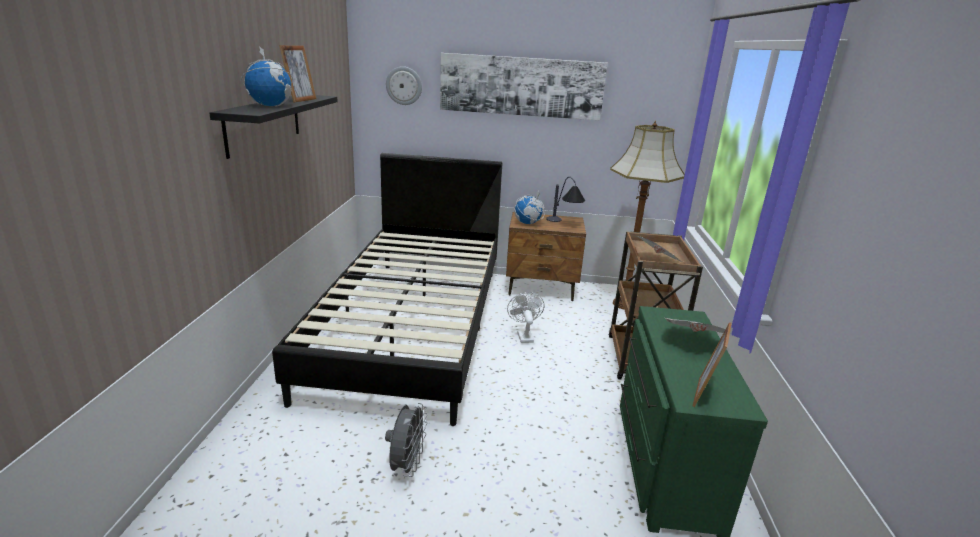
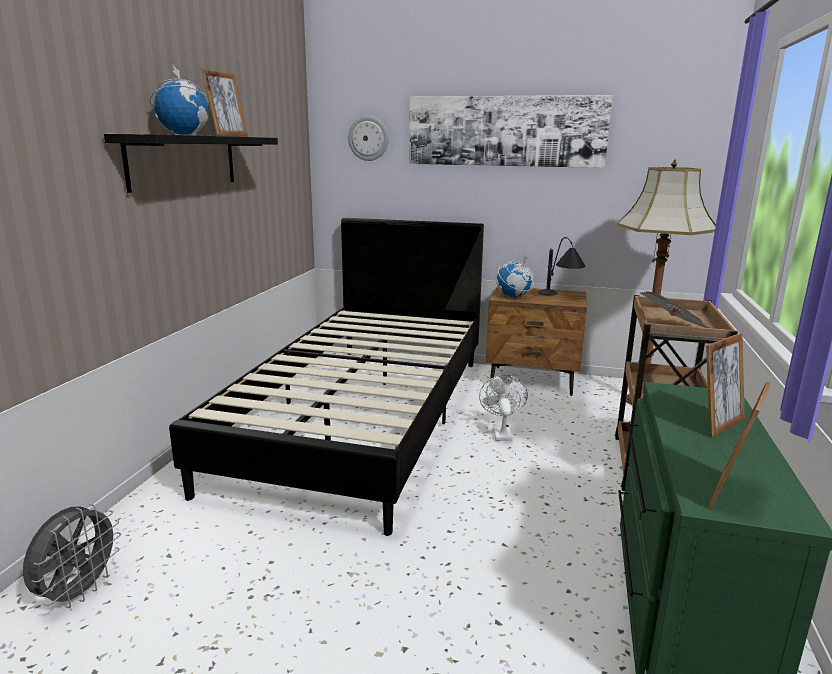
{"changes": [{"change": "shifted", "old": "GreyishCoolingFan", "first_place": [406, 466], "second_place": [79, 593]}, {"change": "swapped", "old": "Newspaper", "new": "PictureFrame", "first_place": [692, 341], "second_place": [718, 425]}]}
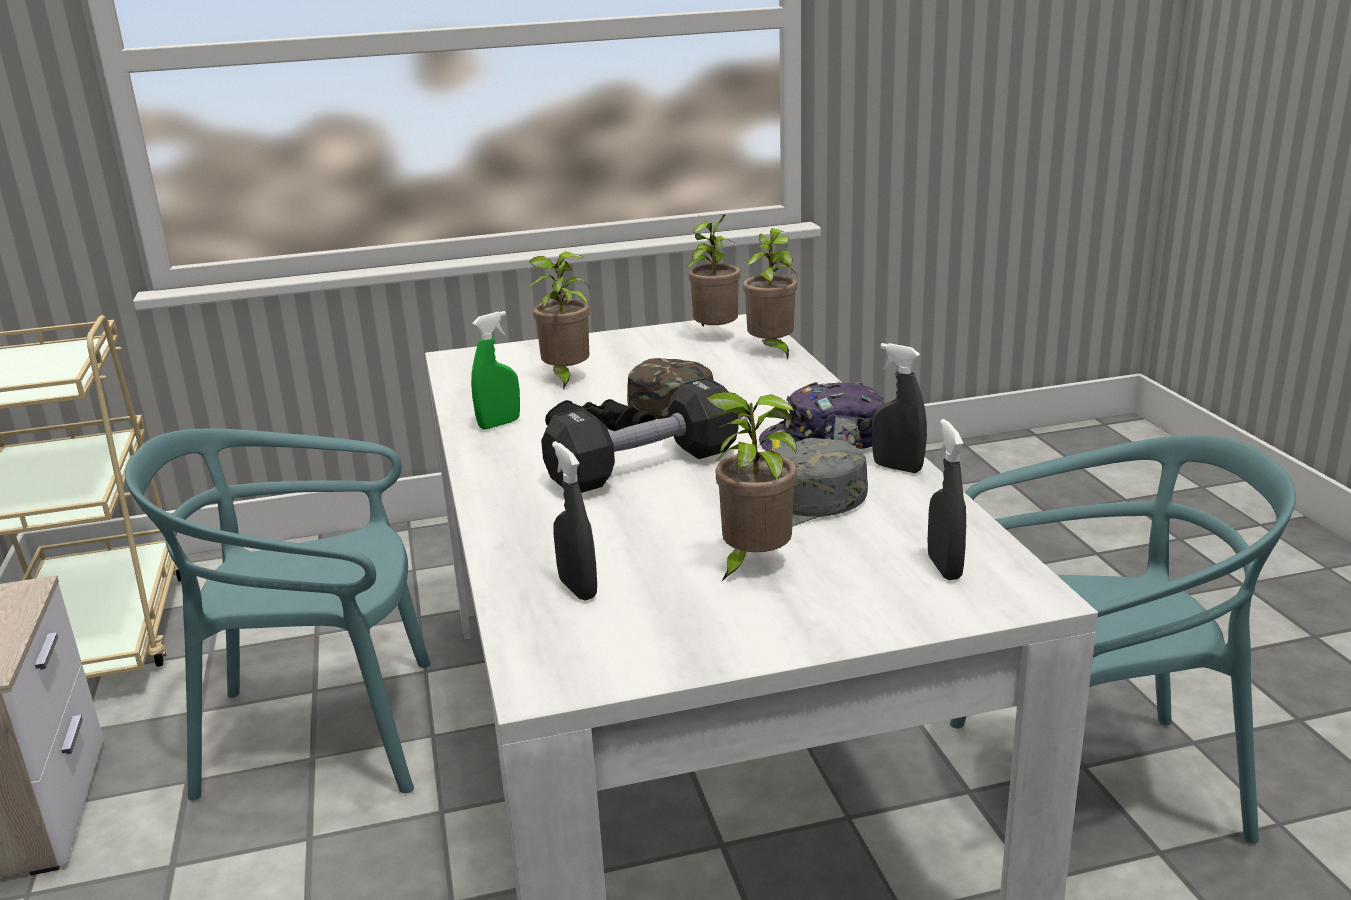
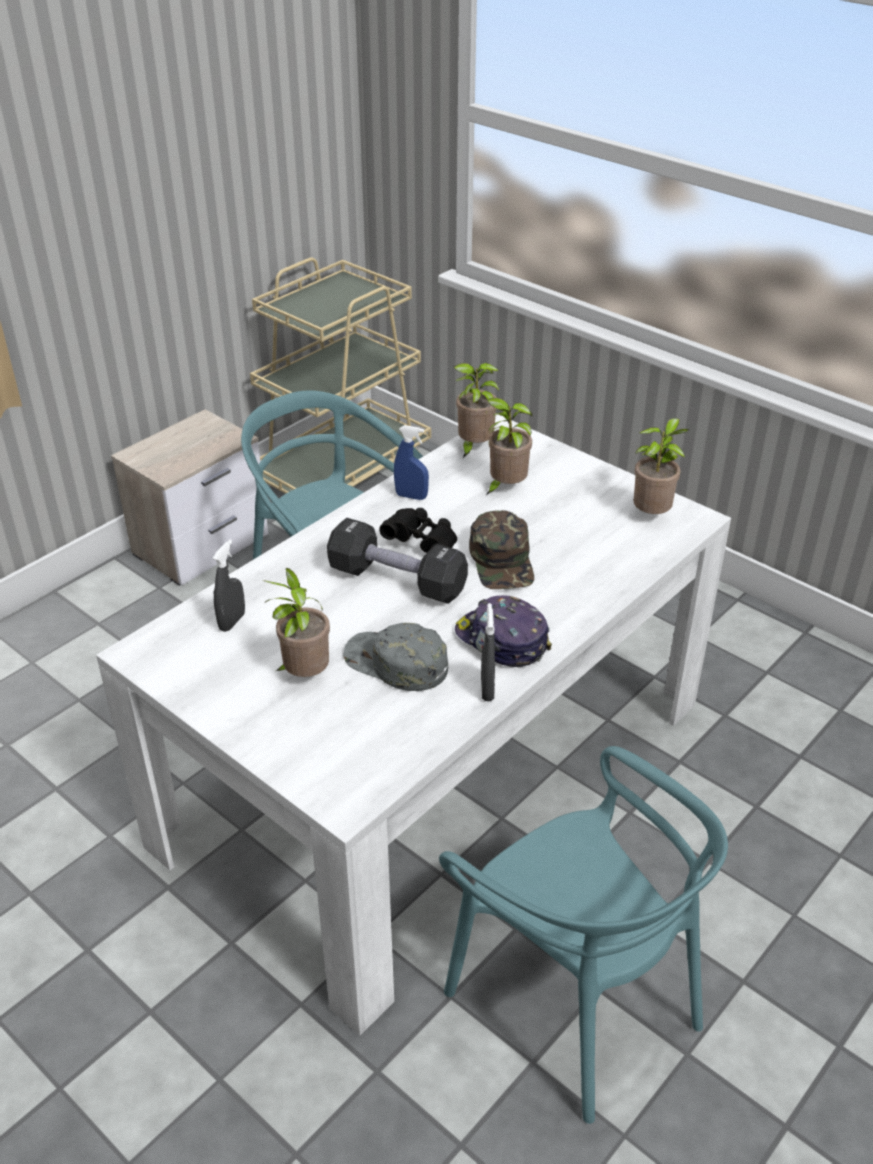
{"changes": [{"change": "repainted", "old": "GreenColouredHandSprayer", "new": "BlueHandSprayer", "first_place": [499, 424], "second_place": [411, 496]}, {"change": "shifted", "old": "PottedPlant", "first_place": [772, 351], "second_place": [473, 447]}, {"change": "gone", "old": "GreyishHandSprayer", "first_place": [944, 567]}]}
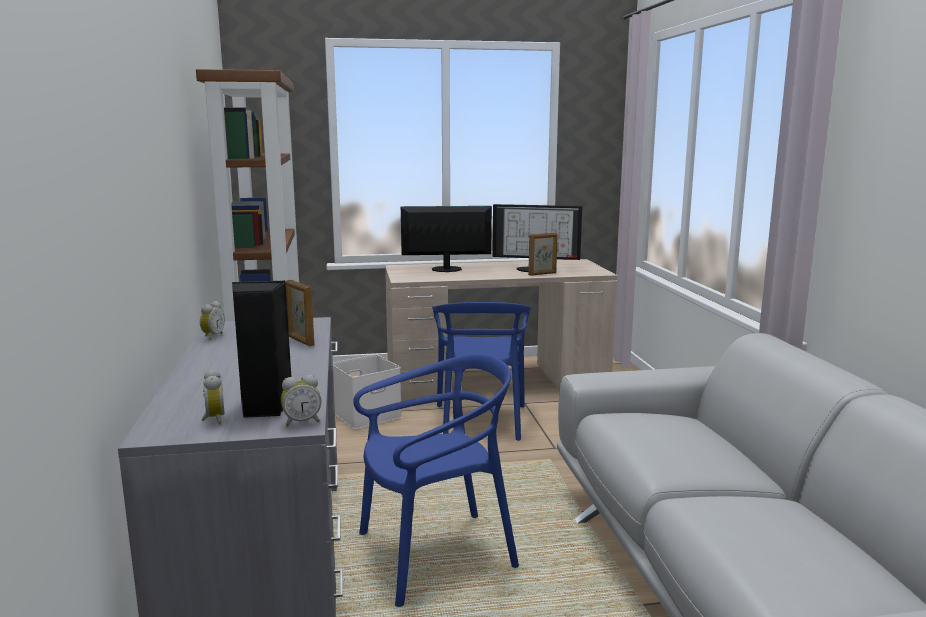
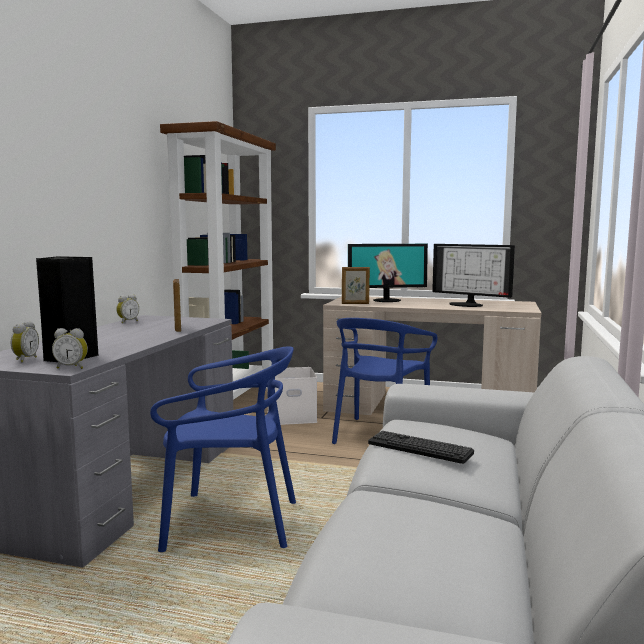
{"changes": [{"change": "shifted", "old": "PictureFrame", "first_place": [542, 274], "second_place": [355, 303]}, {"change": "rotated", "old": "ComputerDisplay", "first_place": [446, 269], "second_place": [386, 300], "degrees": 150}, {"change": "new", "new": "PcKeyboard", "second_place": [419, 448]}]}
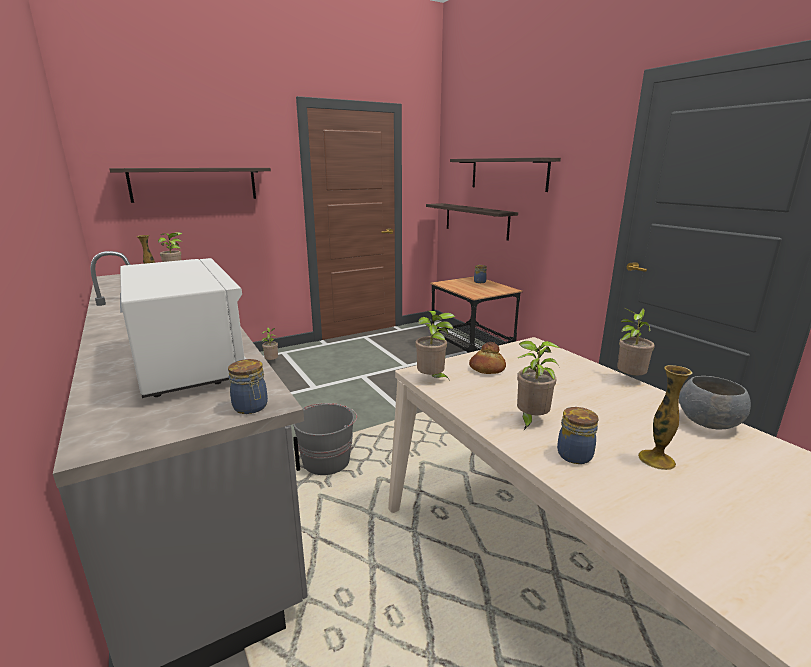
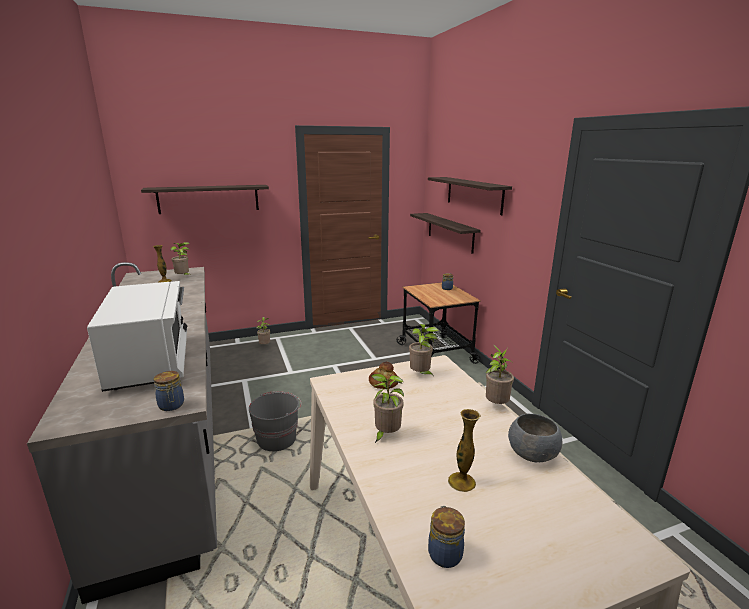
{"changes": [{"change": "shifted", "old": "PottedPlant", "first_place": [432, 380], "second_place": [421, 375]}, {"change": "shifted", "old": "StorageJar", "first_place": [573, 454], "second_place": [444, 553]}]}
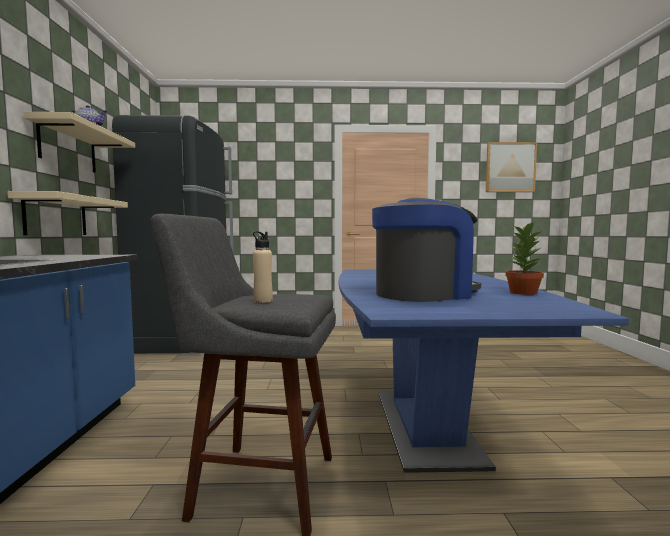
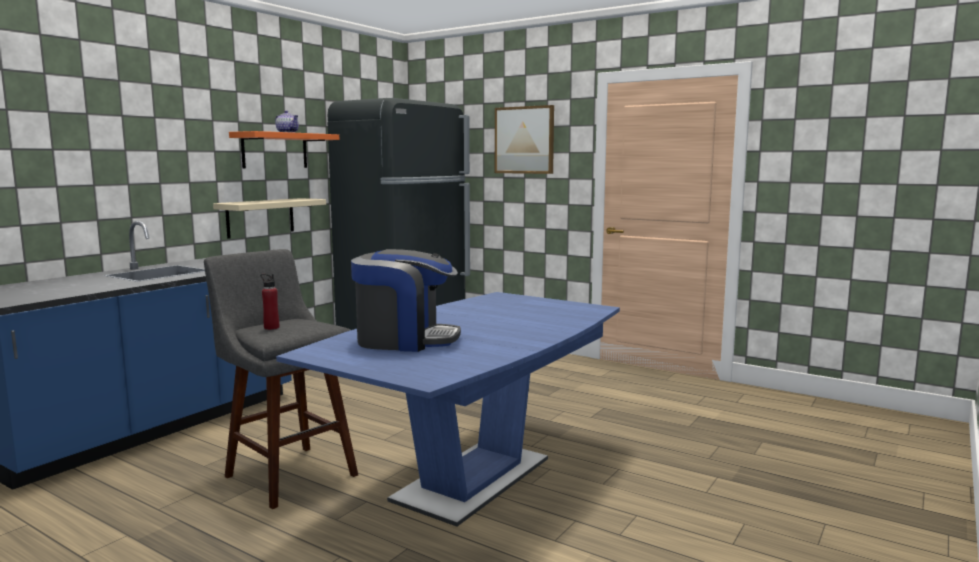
{"changes": [{"change": "repainted", "old": "SandColouredWallShelf", "new": "OrangeyWallShelf", "first_place": [68, 147], "second_place": [275, 150]}, {"change": "repainted", "old": "SandColouredBeverageBottle", "new": "RedColouredBeverageBottle", "first_place": [263, 301], "second_place": [271, 327]}, {"change": "shifted", "old": "Picture", "first_place": [510, 167], "second_place": [524, 140]}, {"change": "gone", "old": "PottedPlant", "first_place": [522, 292]}]}
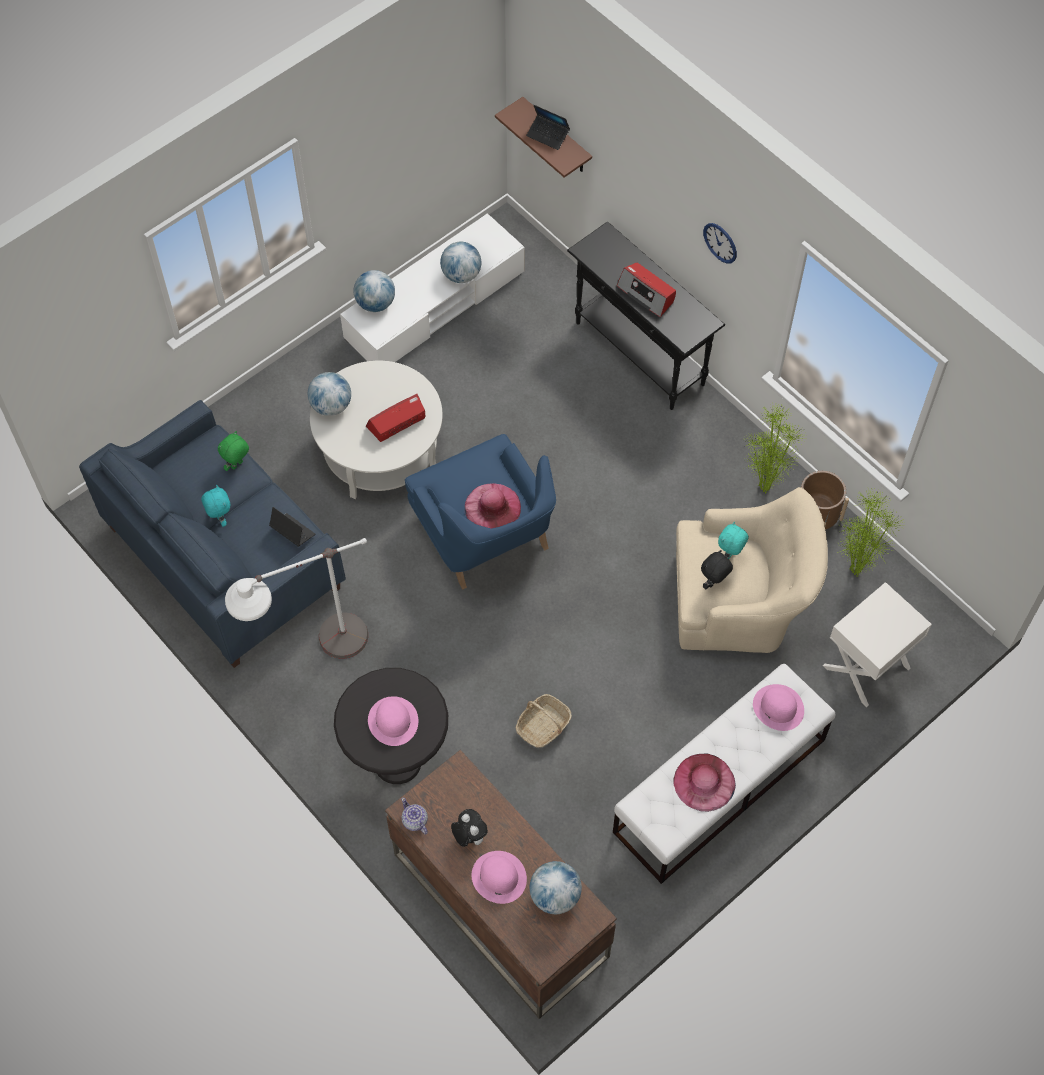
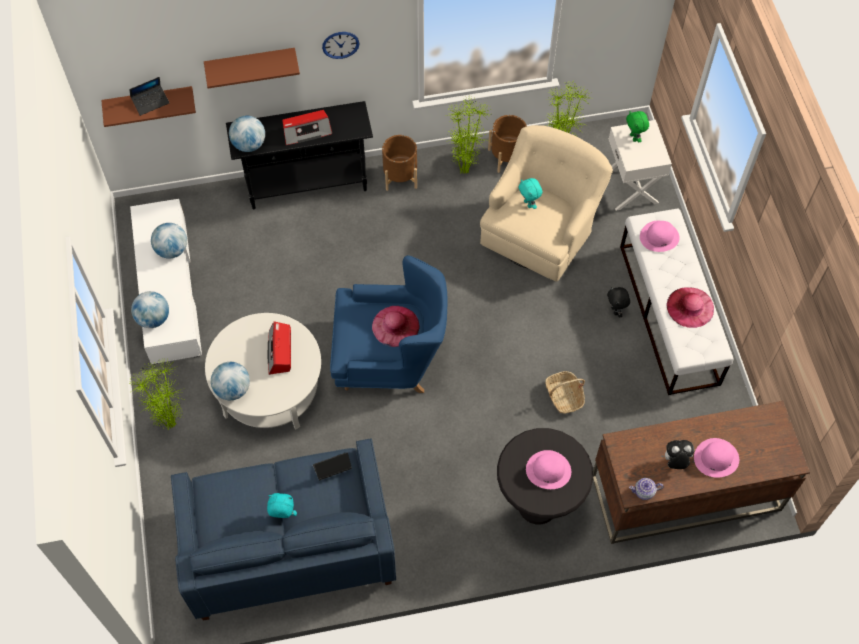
{"changes": [{"change": "new", "new": "PottedPlant", "second_place": [172, 426]}, {"change": "new", "new": "BrownishWallShelf", "second_place": [251, 64]}, {"change": "shifted", "old": "DeskGlobe", "first_place": [555, 895], "second_place": [249, 144]}, {"change": "new", "new": "BrownishPlantPot", "second_place": [400, 177]}, {"change": "shifted", "old": "BlackColouredPlushToy", "first_place": [713, 583], "second_place": [615, 311]}, {"change": "shifted", "old": "GreenColouredPlushToy", "first_place": [237, 465], "second_place": [634, 137]}, {"change": "gone", "old": "WhiteFloorLamp", "first_place": [315, 657]}]}
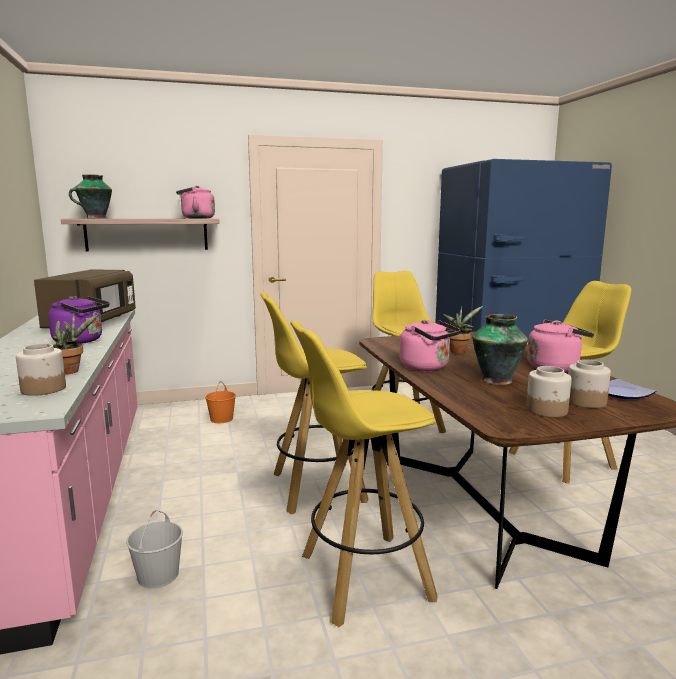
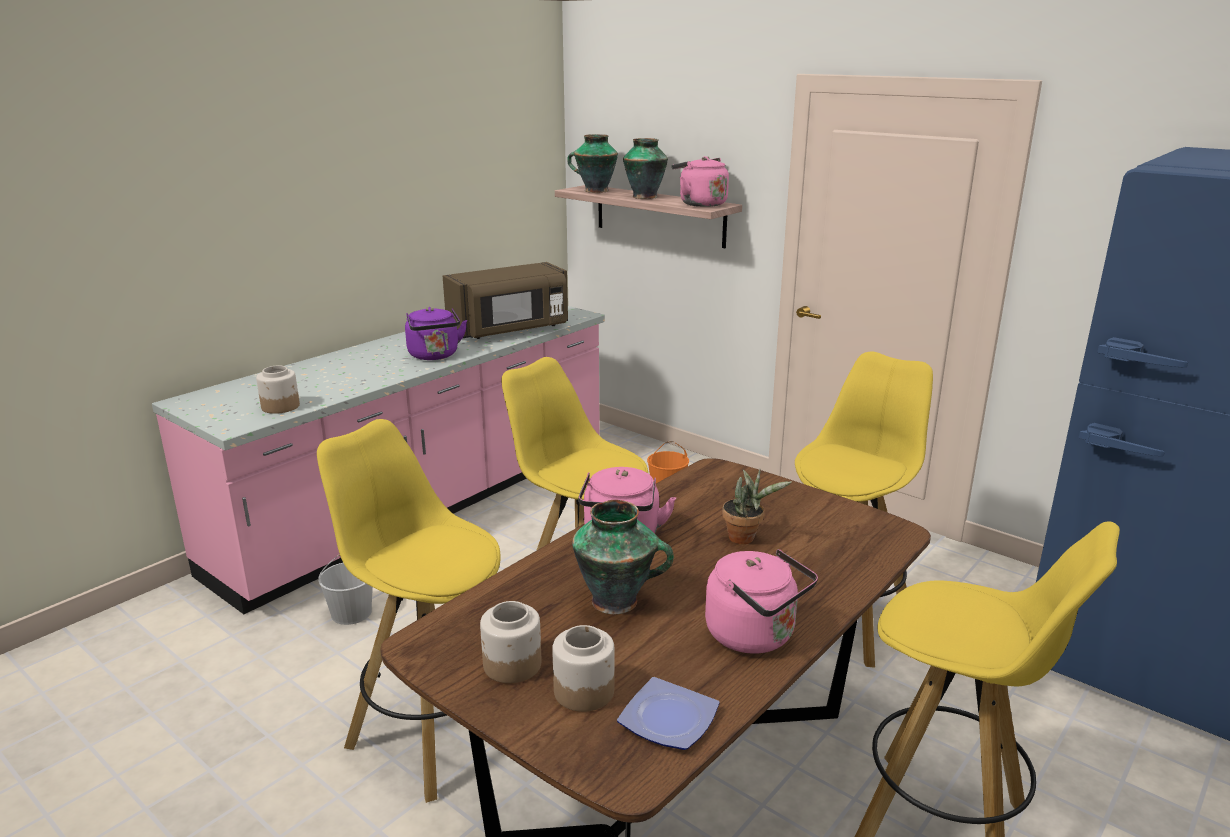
{"changes": [{"change": "new", "new": "FlowerVase", "second_place": [645, 197]}, {"change": "gone", "old": "PottedPlant", "first_place": [71, 371]}]}
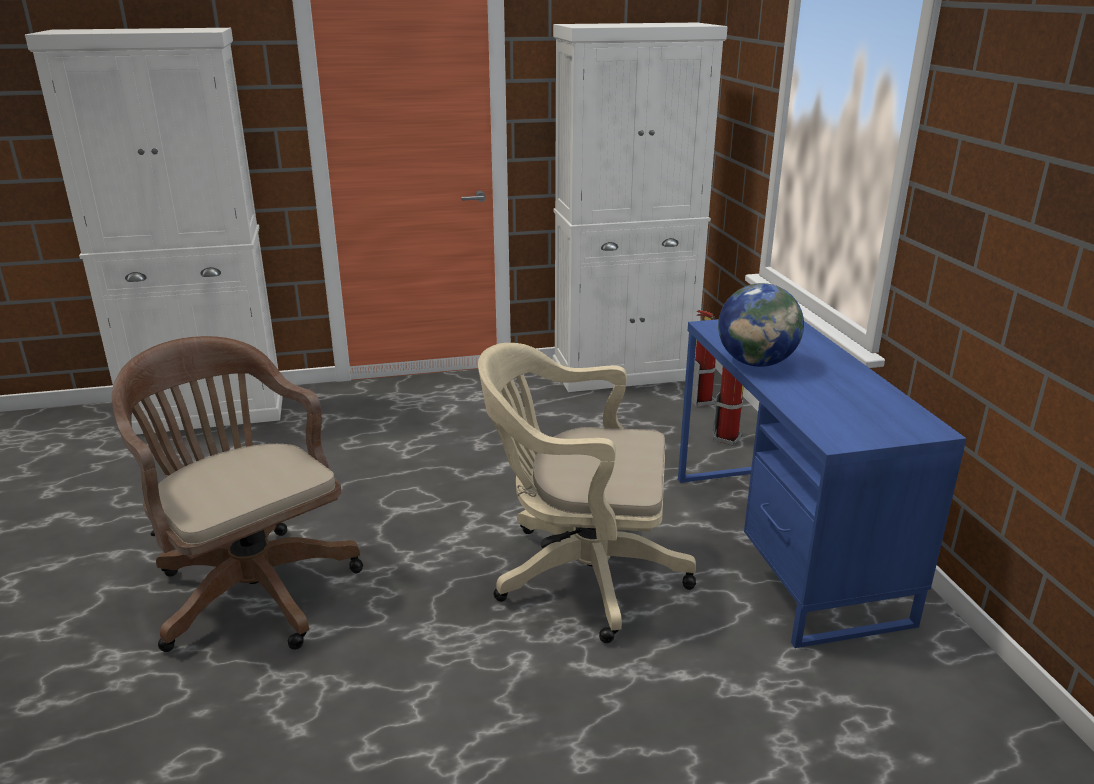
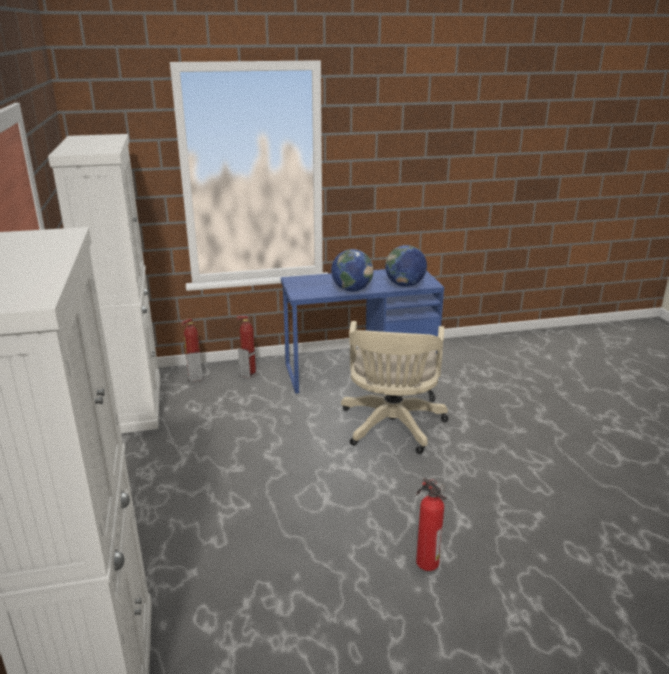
{"changes": [{"change": "new", "new": "DeskGlobe", "second_place": [405, 285]}, {"change": "swapped", "old": "BrownishOfficeChair", "new": "Extinguisher", "first_place": [251, 587], "second_place": [426, 561]}]}
